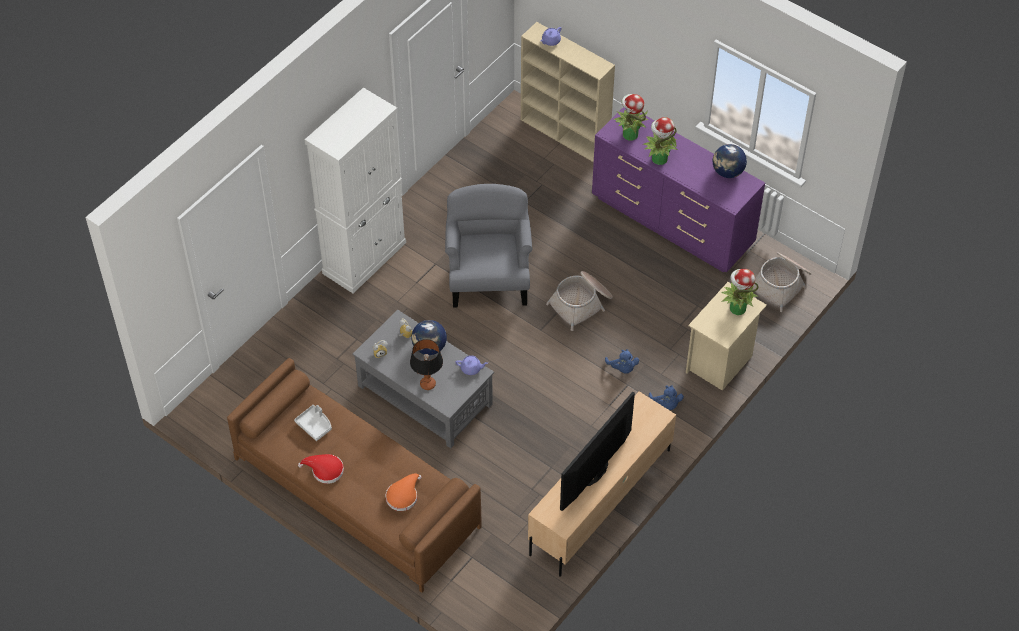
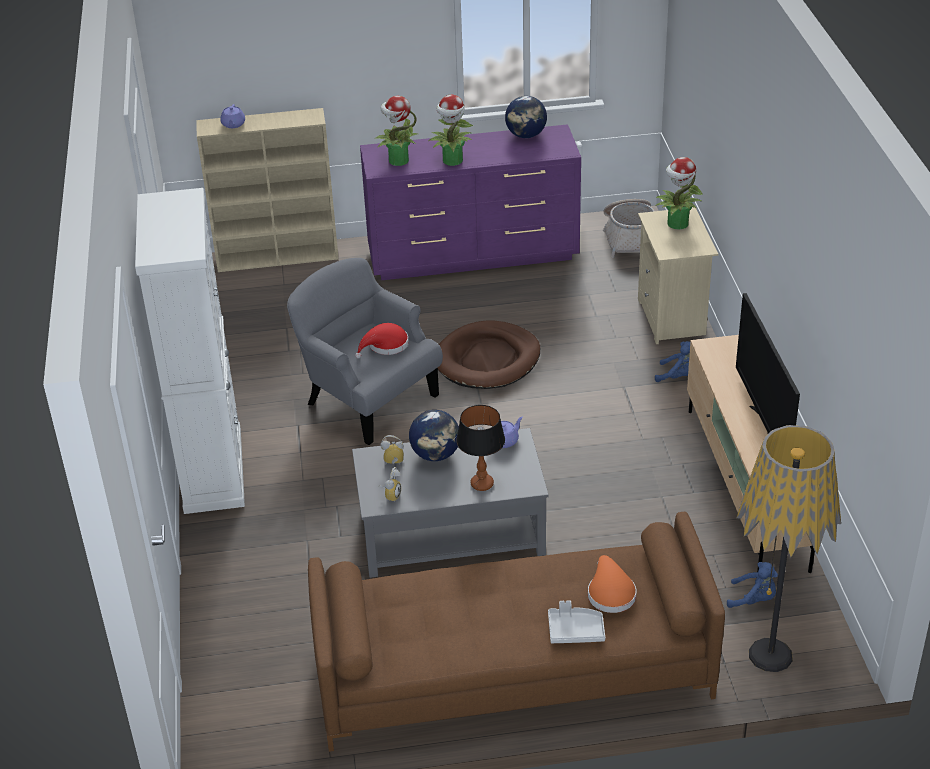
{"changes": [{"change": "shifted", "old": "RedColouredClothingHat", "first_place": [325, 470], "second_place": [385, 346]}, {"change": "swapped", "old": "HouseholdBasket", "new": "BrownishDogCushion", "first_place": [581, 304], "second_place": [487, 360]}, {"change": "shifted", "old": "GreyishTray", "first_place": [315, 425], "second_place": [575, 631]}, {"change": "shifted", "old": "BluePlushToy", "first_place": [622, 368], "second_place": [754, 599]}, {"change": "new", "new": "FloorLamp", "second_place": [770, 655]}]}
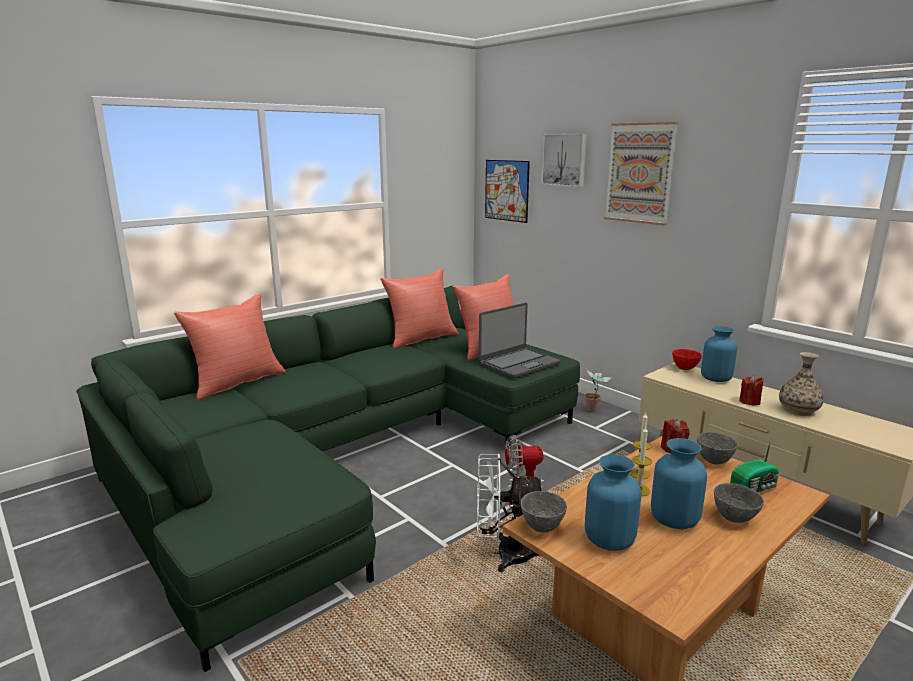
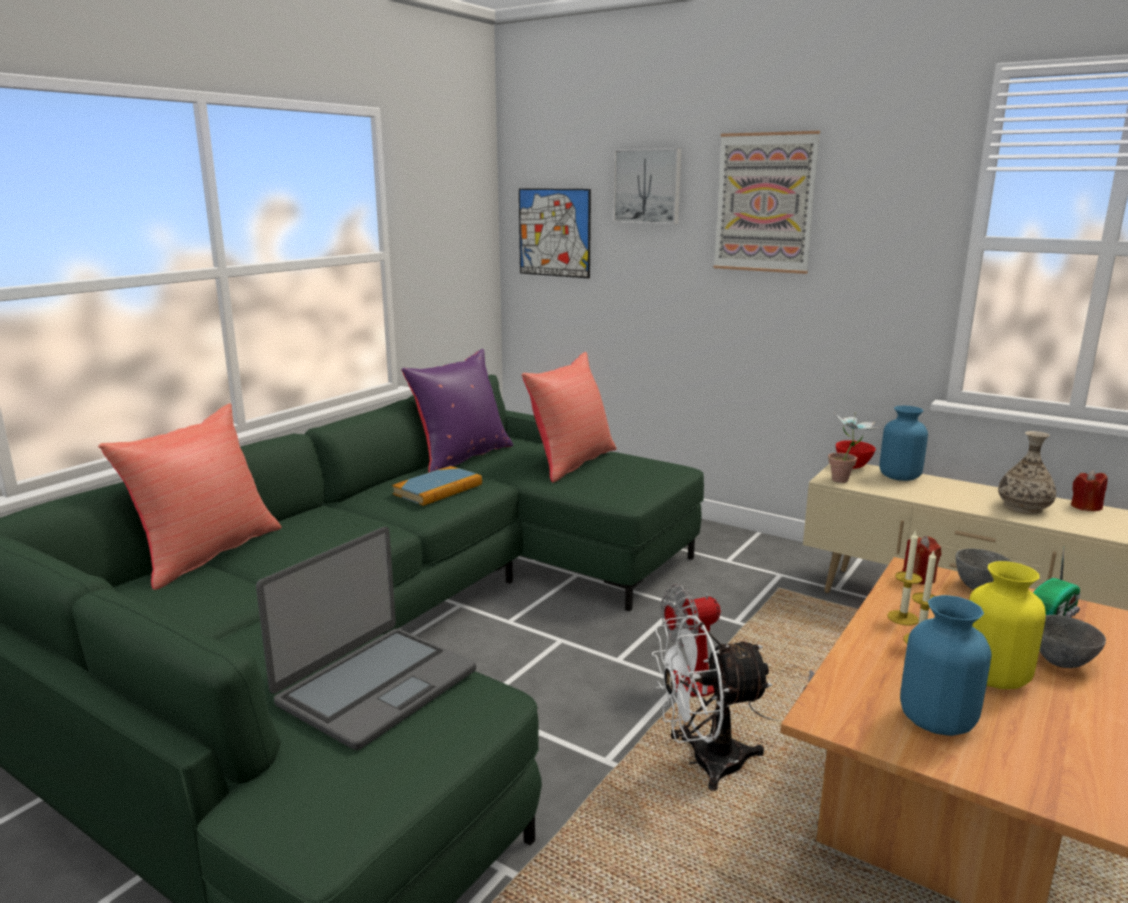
{"changes": [{"change": "shifted", "old": "PortableComputer", "first_place": [518, 364], "second_place": [375, 686]}, {"change": "new", "new": "Volume", "second_place": [438, 489]}, {"change": "repainted", "old": "RedColouredPillow", "new": "PurplishPillow", "first_place": [421, 339], "second_place": [461, 457]}, {"change": "shifted", "old": "PottedPlant", "first_place": [594, 410], "second_place": [846, 480]}, {"change": "repainted", "old": "BlueFlowerVase", "new": "YellowColouredFlowerVase", "first_place": [674, 519], "second_place": [993, 676]}, {"change": "shifted", "old": "RedColouredCandle", "first_place": [749, 402], "second_place": [1085, 507]}, {"change": "gone", "old": "GreyishServingBowl", "first_place": [541, 527]}]}
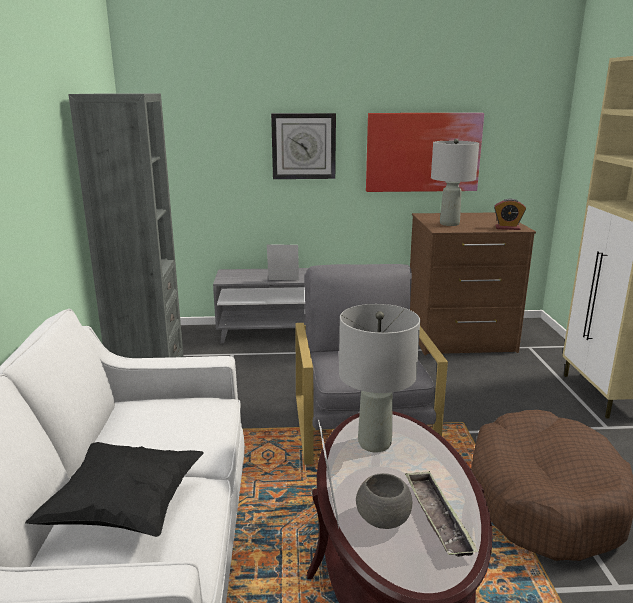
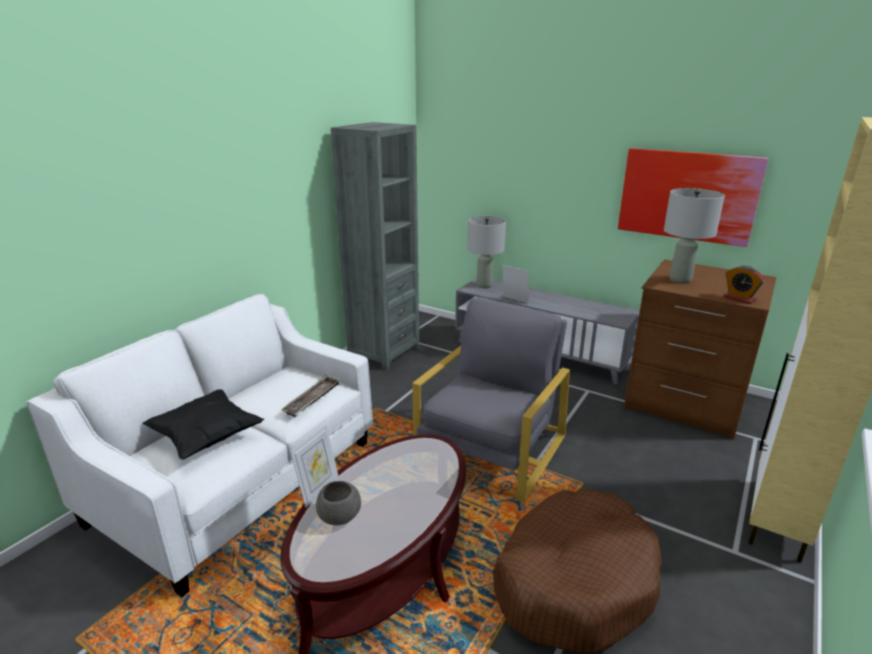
{"changes": [{"change": "shifted", "old": "Tray", "first_place": [437, 517], "second_place": [312, 399]}, {"change": "shifted", "old": "GreyishLampForATable", "first_place": [375, 443], "second_place": [484, 285]}, {"change": "gone", "old": "HangingClock", "first_place": [303, 146]}]}
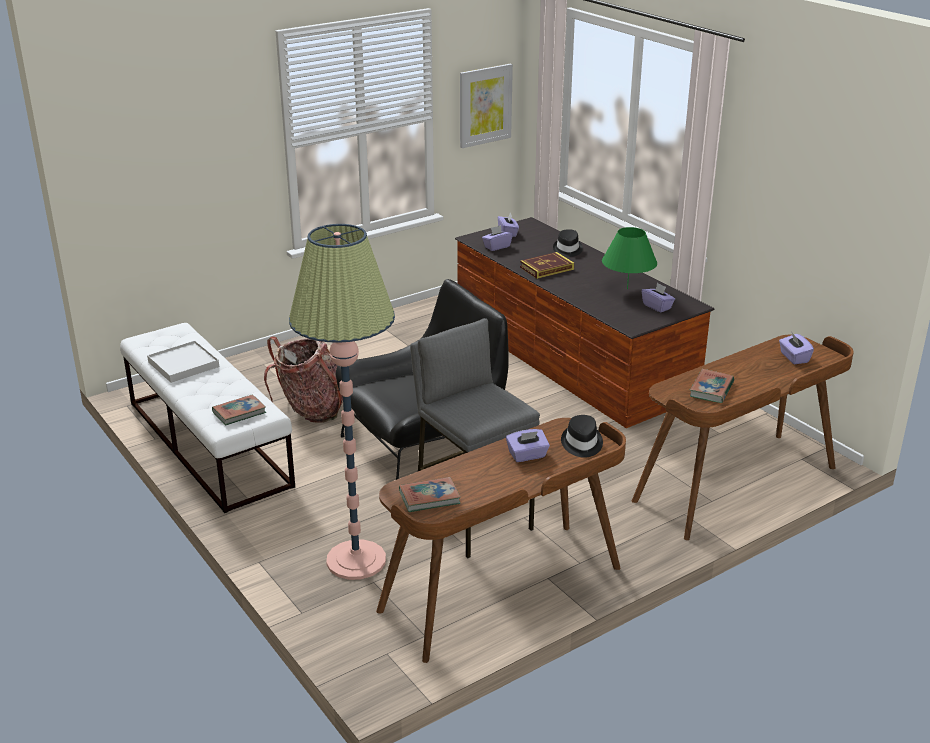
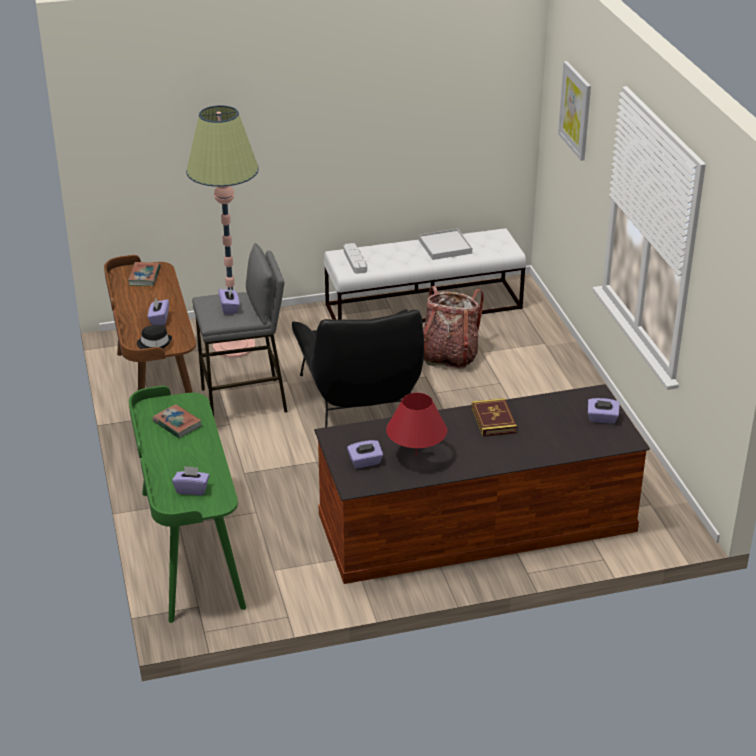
{"changes": [{"change": "repainted", "old": "BrownishDeskUnit", "new": "GreenColouredDeskUnit", "first_place": [737, 485], "second_place": [189, 548]}, {"change": "shifted", "old": "PurplishTissueHolder", "first_place": [496, 247], "second_place": [229, 308]}, {"change": "swapped", "old": "Volume", "new": "GreyishTray", "first_place": [239, 413], "second_place": [355, 261]}, {"change": "repainted", "old": "GreenColouredLampForATable", "new": "RedColouredLampForATable", "first_place": [627, 289], "second_place": [416, 456]}, {"change": "shifted", "old": "Picture", "first_place": [485, 105], "second_place": [575, 110]}, {"change": "gone", "old": "BlackColouredClothingHat", "first_place": [567, 249]}]}
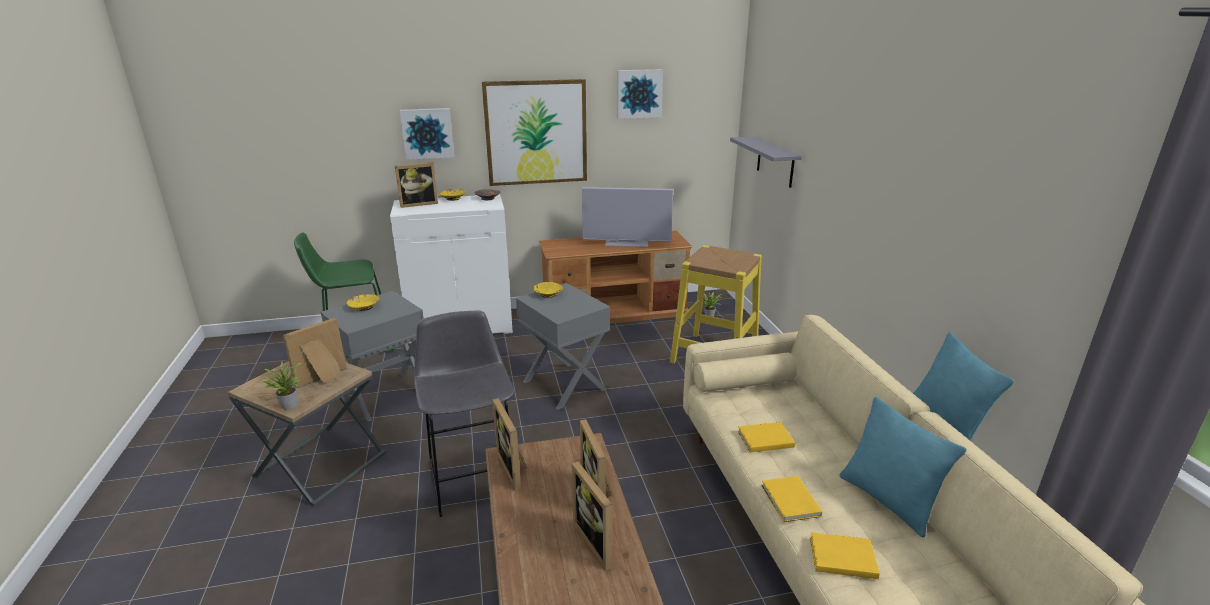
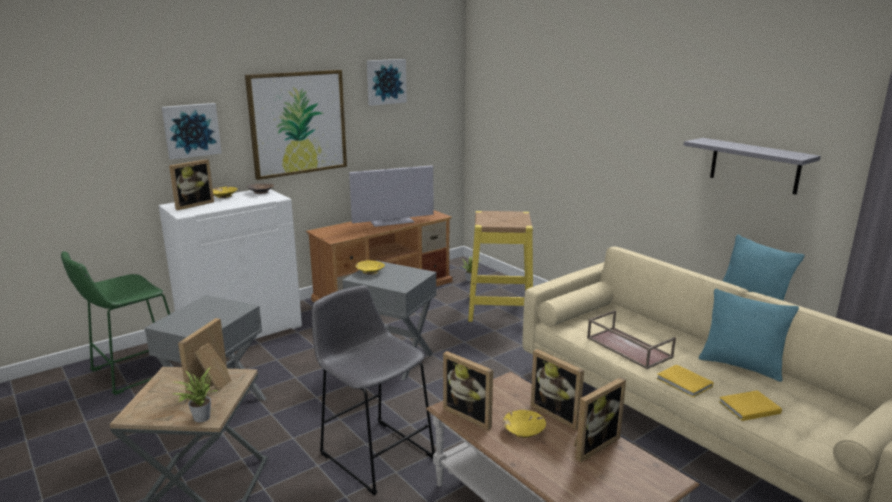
{"changes": [{"change": "shifted", "old": "YellowColouredServingBowl", "first_place": [364, 307], "second_place": [523, 430]}, {"change": "rotated", "old": "PictureFrame", "first_place": [599, 541], "second_place": [592, 445], "degrees": -75}, {"change": "swapped", "old": "YellowColouredVolume", "new": "BrownishTray", "first_place": [763, 439], "second_place": [627, 347]}, {"change": "shifted", "old": "GreyishWallShelf", "first_place": [775, 162], "second_place": [754, 165]}]}
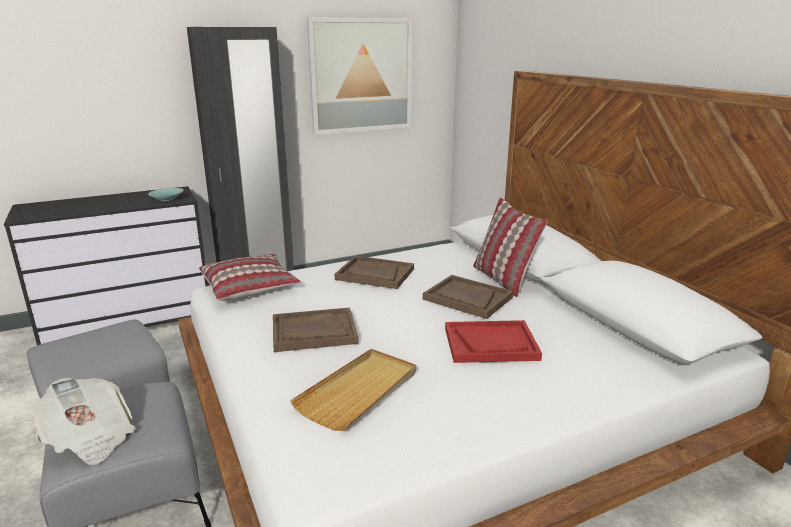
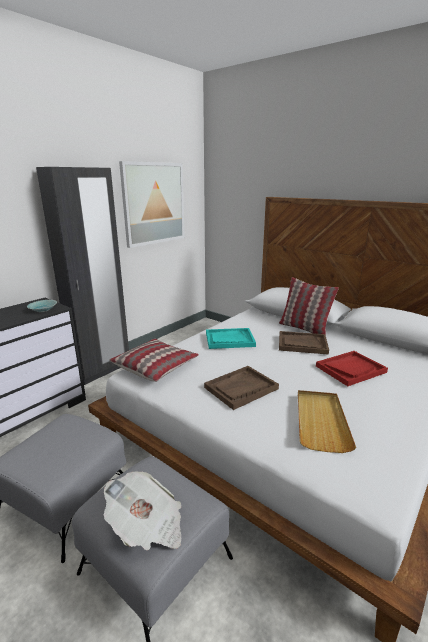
{"changes": [{"change": "repainted", "old": "BrownishTray", "new": "TurquoiseColouredTray", "first_place": [374, 274], "second_place": [229, 340]}]}
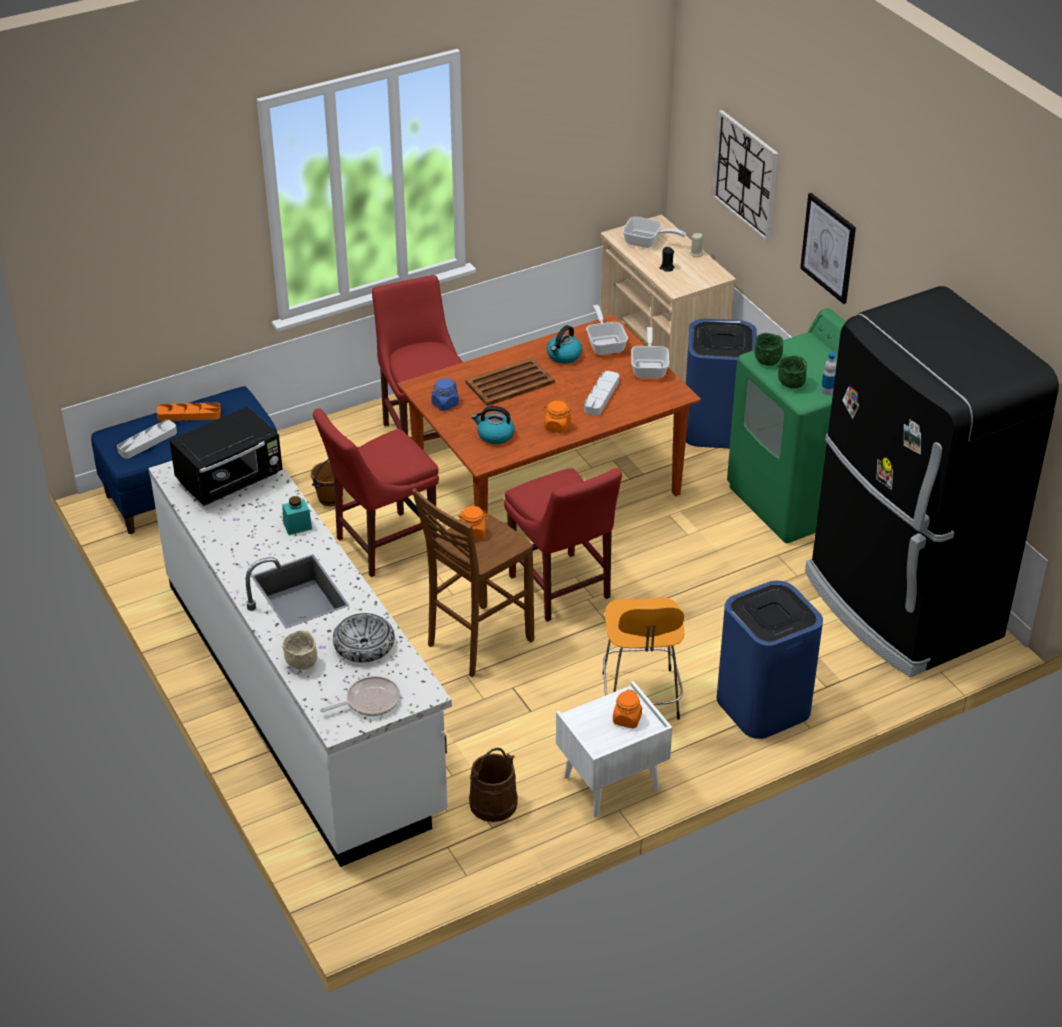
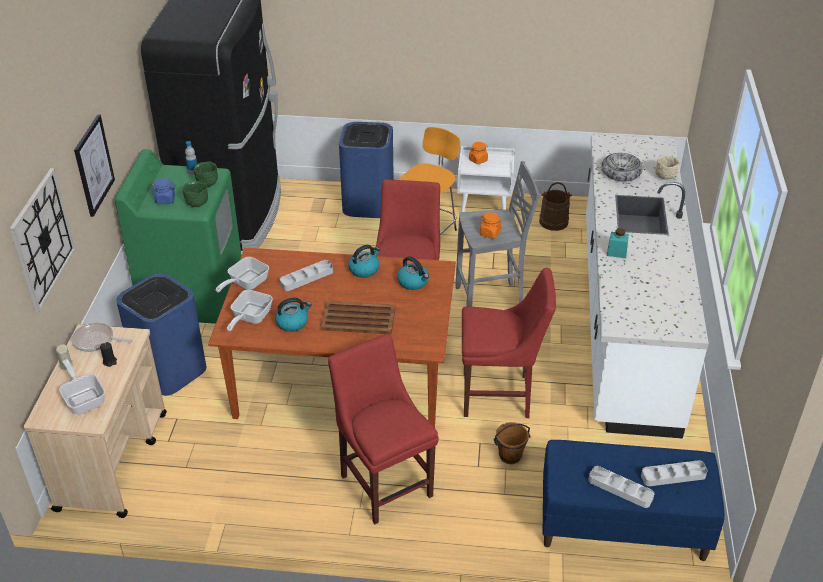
{"changes": [{"change": "shifted", "old": "FryingPan", "first_place": [369, 701], "second_place": [96, 341]}, {"change": "shifted", "old": "BlueStorageJar", "first_place": [445, 404], "second_place": [165, 200]}, {"change": "rotated", "old": "RedColouredChair", "first_place": [424, 433], "second_place": [384, 482], "degrees": 135}, {"change": "swapped", "old": "OrangeyStorageJar", "new": "Kettle", "first_place": [556, 427], "second_place": [364, 269]}, {"change": "repainted", "old": "BrownishSittingStool", "new": "GreyishSittingStool", "first_place": [476, 642], "second_place": [491, 301]}, {"change": "repainted", "old": "OrangeyTray", "new": "GreyishTray", "first_place": [189, 415], "second_place": [620, 489]}, {"change": "gone", "old": "BlackColouredMicrowaveOven", "first_place": [231, 480]}]}
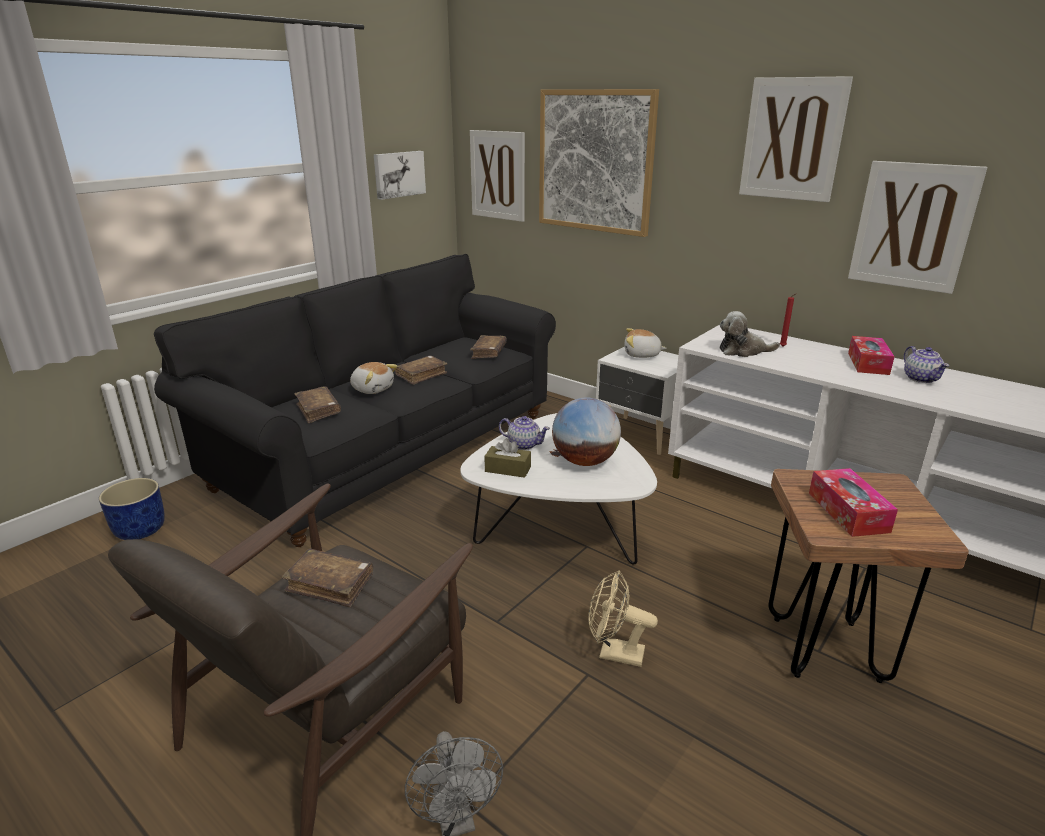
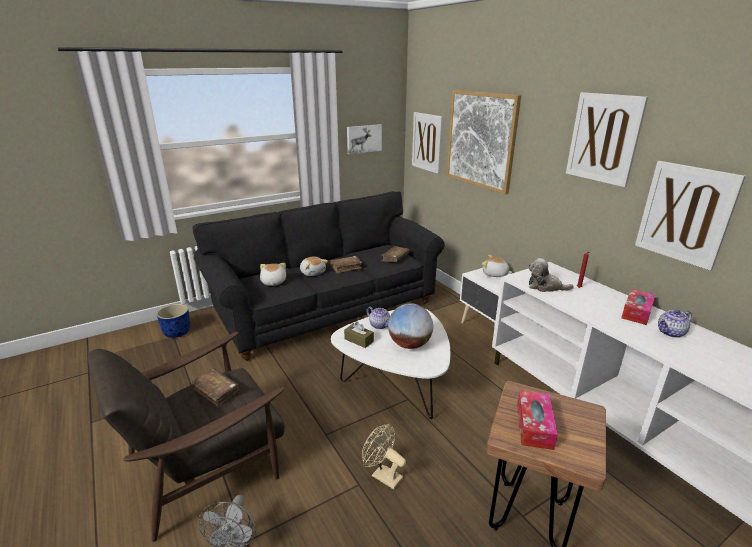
{"changes": [{"change": "swapped", "old": "BrownishVolume", "new": "PlushToy", "first_place": [318, 410], "second_place": [273, 282]}, {"change": "rotated", "old": "TeaPot", "first_place": [921, 379], "second_place": [671, 333], "degrees": 60}]}
